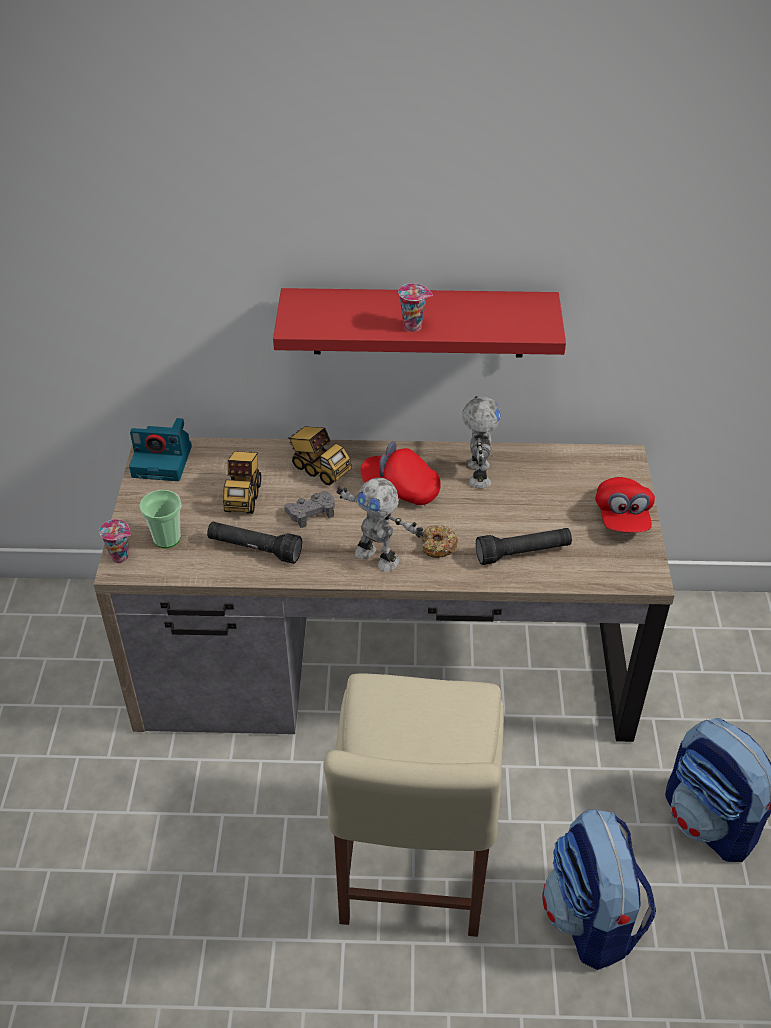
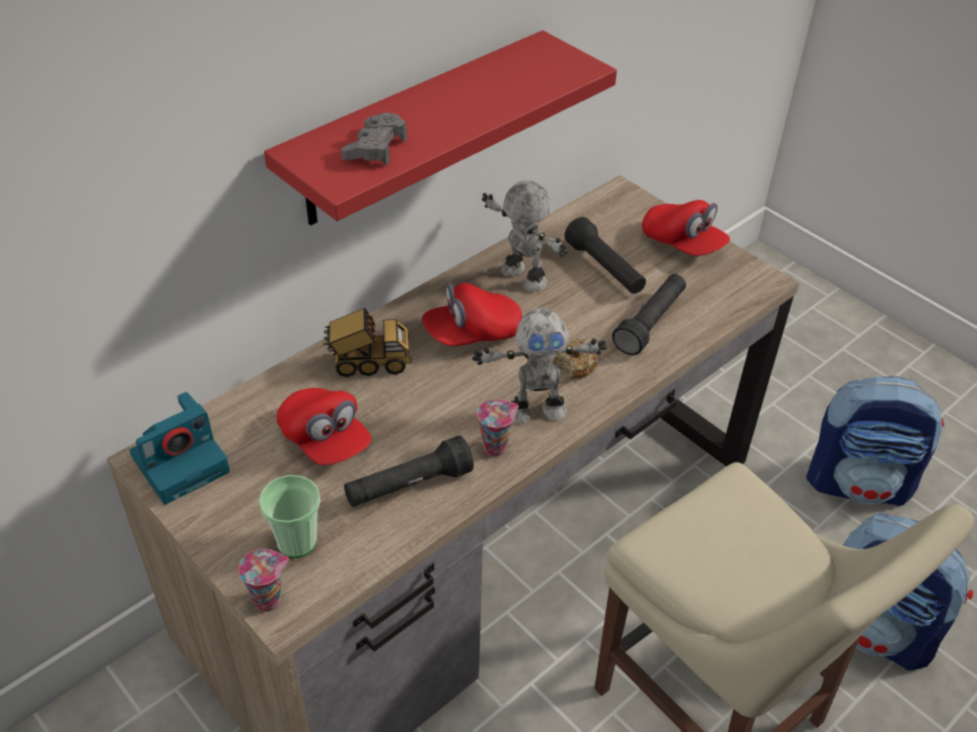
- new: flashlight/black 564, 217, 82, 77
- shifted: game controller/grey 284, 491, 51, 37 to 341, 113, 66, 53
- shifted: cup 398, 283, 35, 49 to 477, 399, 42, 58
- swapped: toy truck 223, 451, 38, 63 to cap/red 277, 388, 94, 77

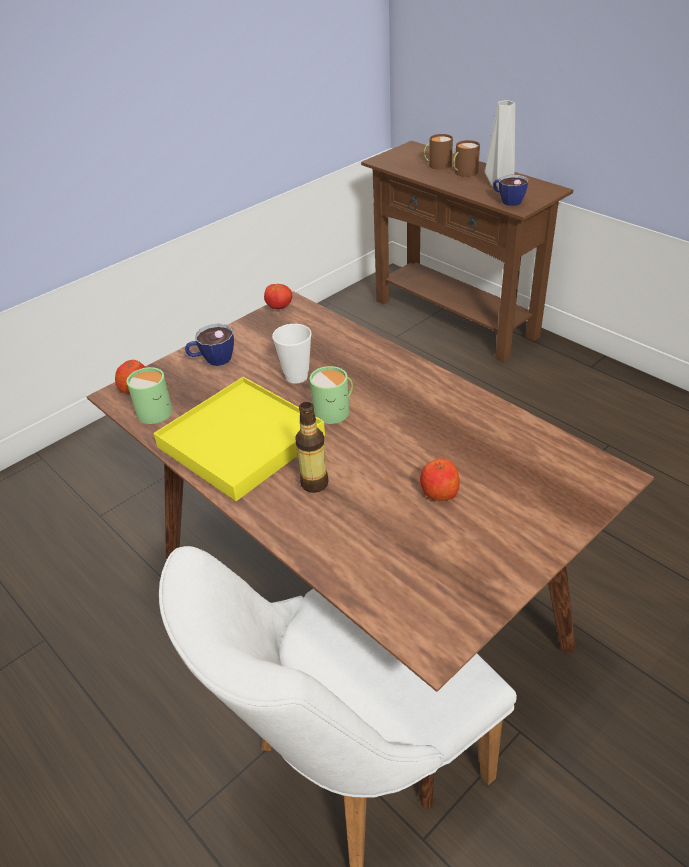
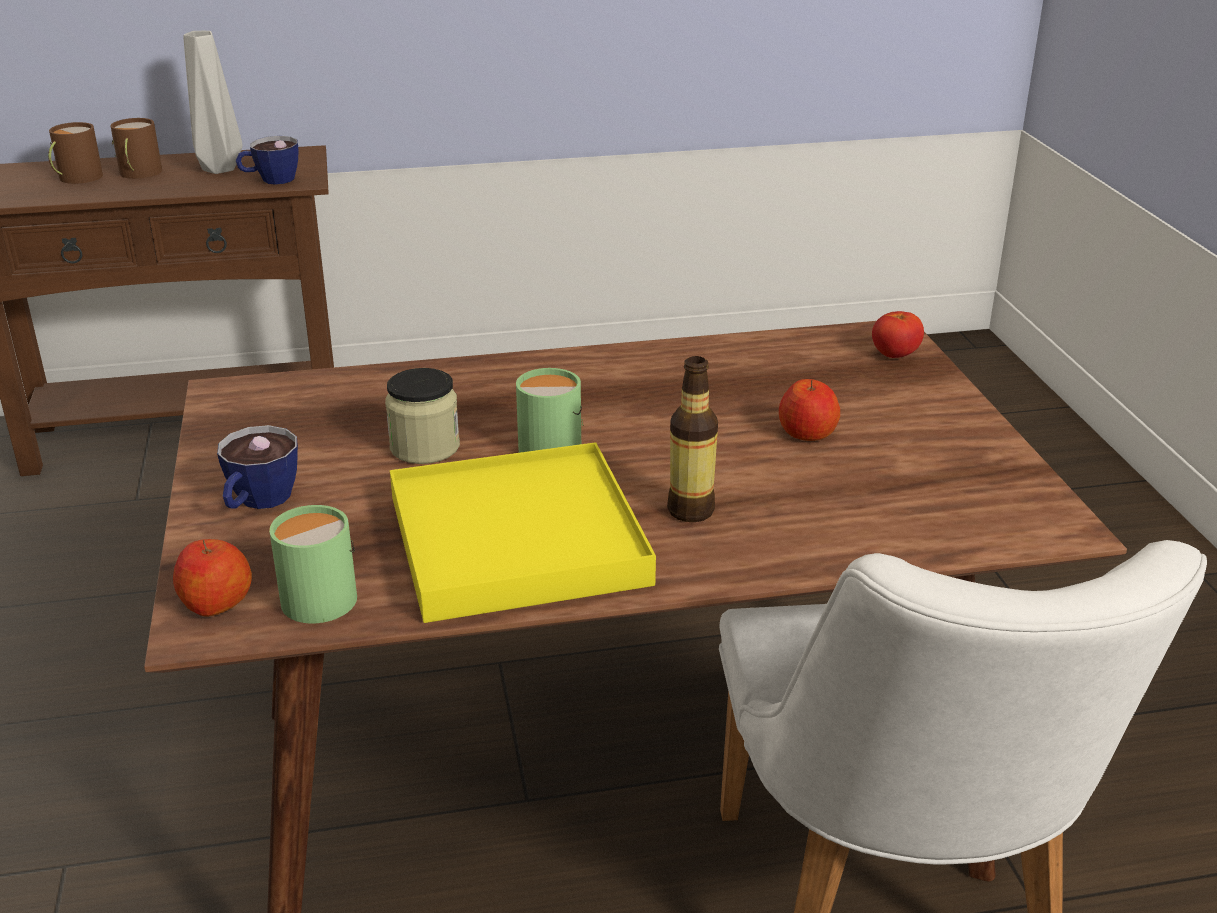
- shifted: tomato 264, 284, 28, 25 to 872, 311, 52, 47
- swapped: cup 272, 324, 40, 60 to jar 385, 368, 75, 96

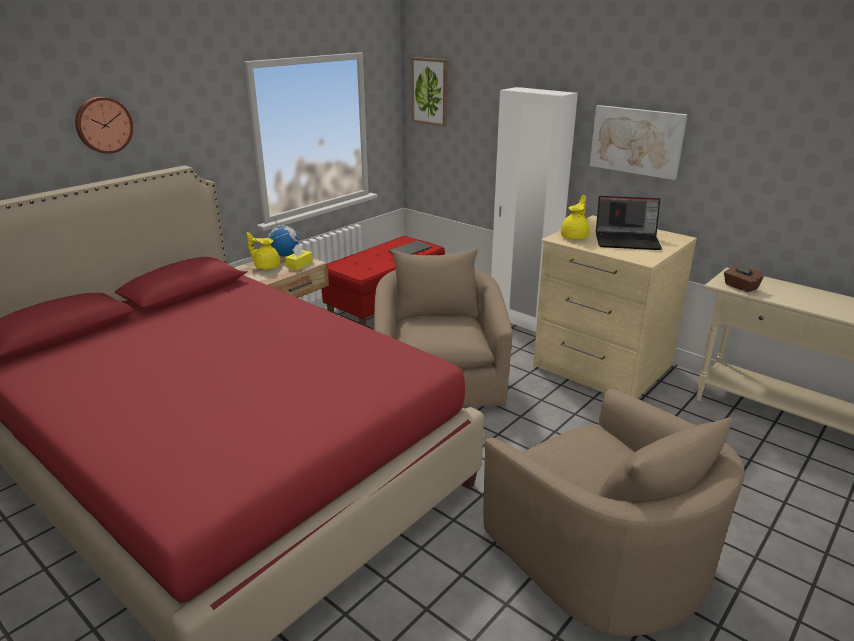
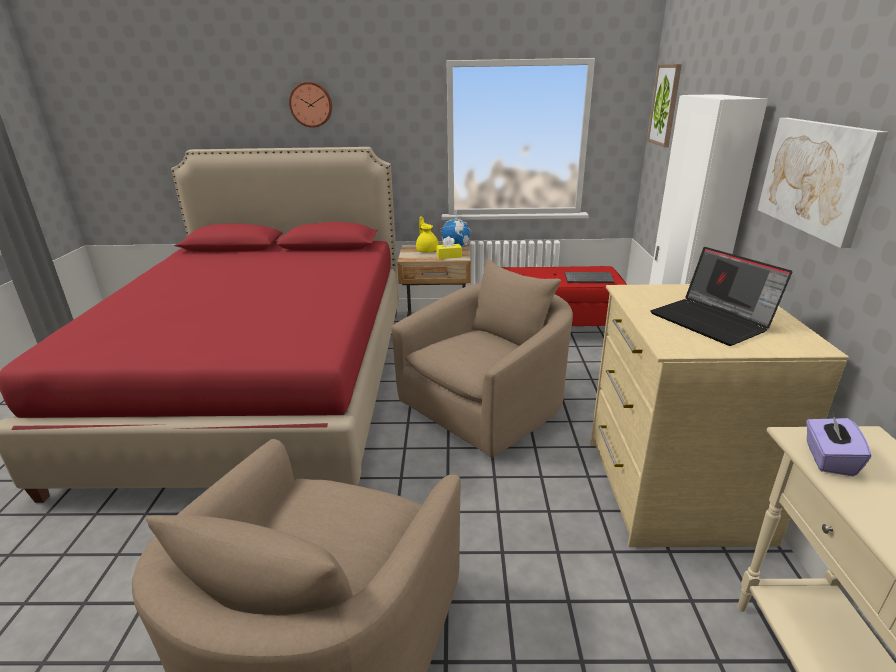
- gone: teapot/yellow 561, 195, 29, 44
- repainted: tissue box/brown 724, 263, 40, 29 to tissue box/purple 806, 414, 65, 62

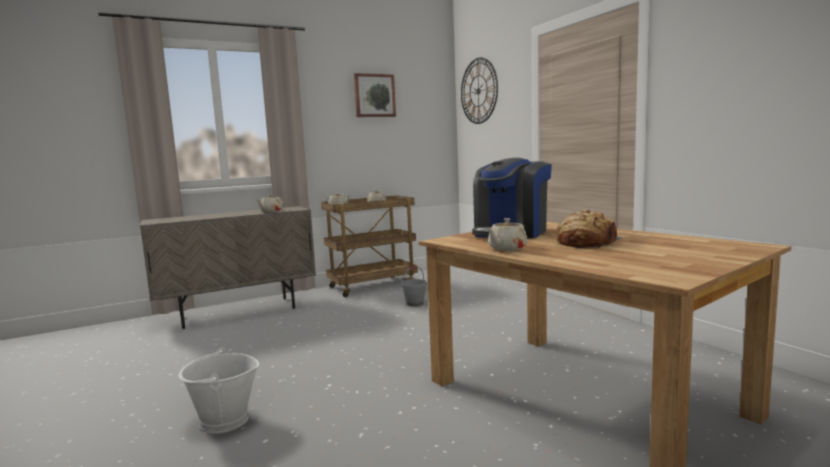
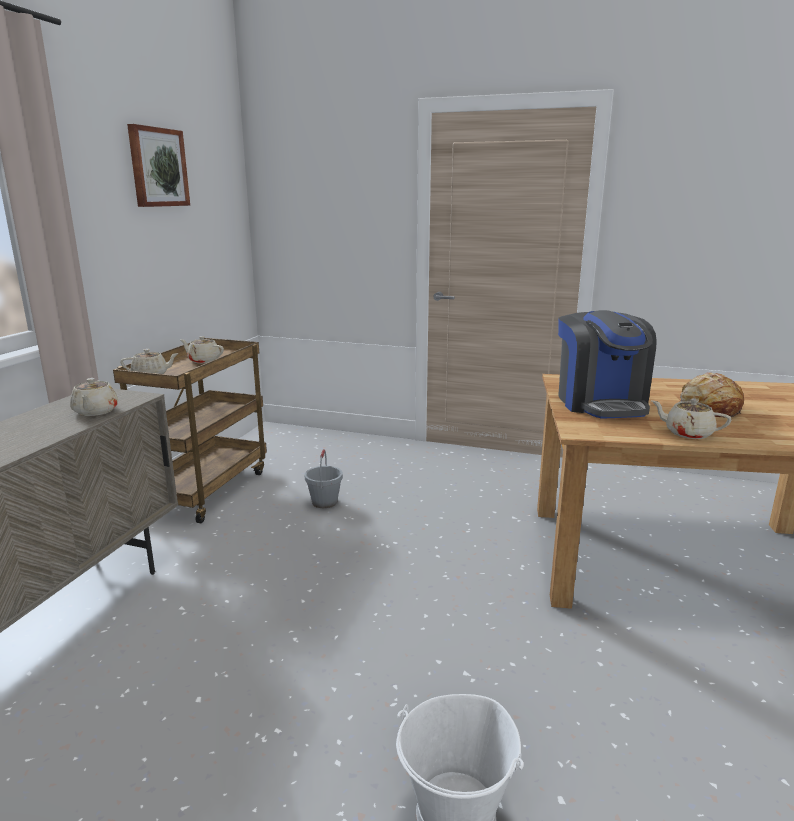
- gone: wall clock 461, 57, 37, 67
- rotated: teapot/beige 487, 218, 41, 33 = 652, 399, 79, 40 120 degrees clockwise

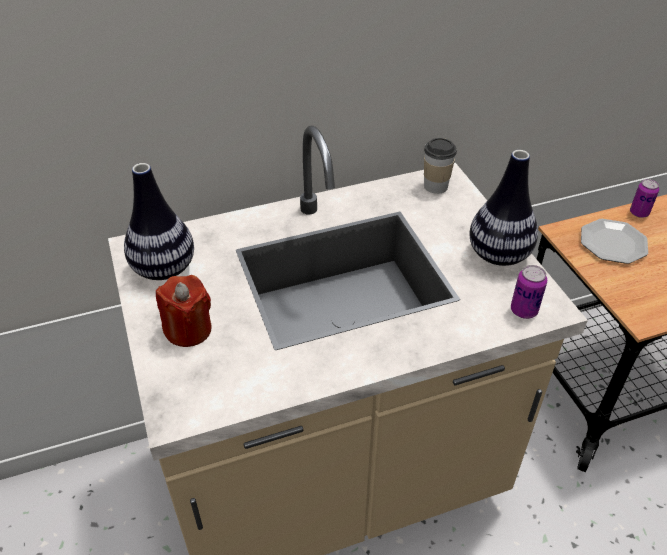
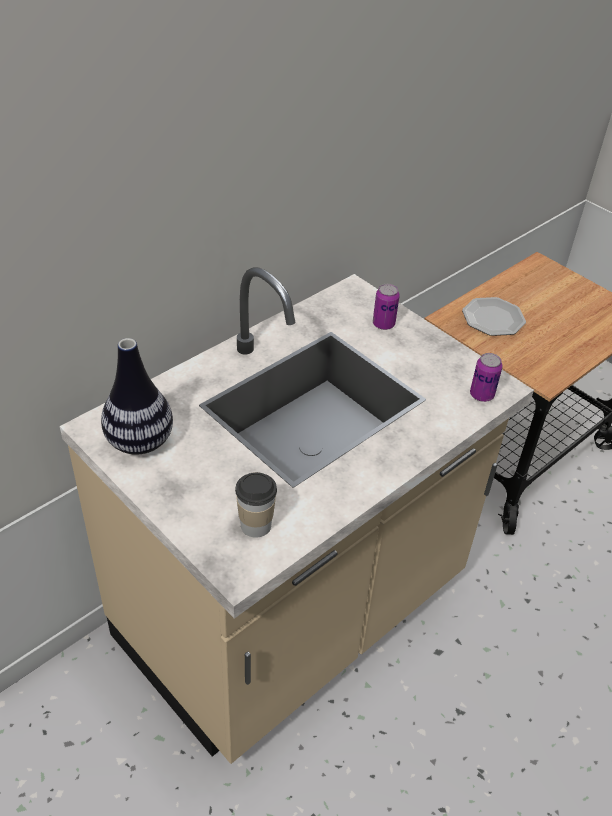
- gone: candle/red 156, 275, 55, 72
- gone: vase 469, 150, 69, 116
- shifted: cup 424, 138, 33, 56 to 235, 472, 42, 66
- shifted: can 630, 179, 29, 39 to 373, 284, 27, 46

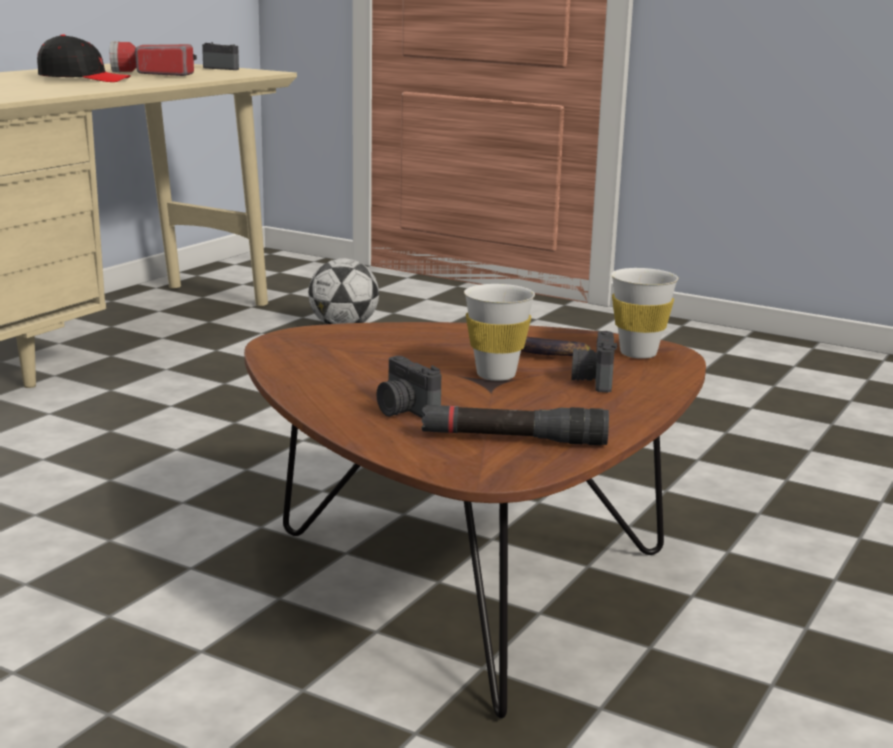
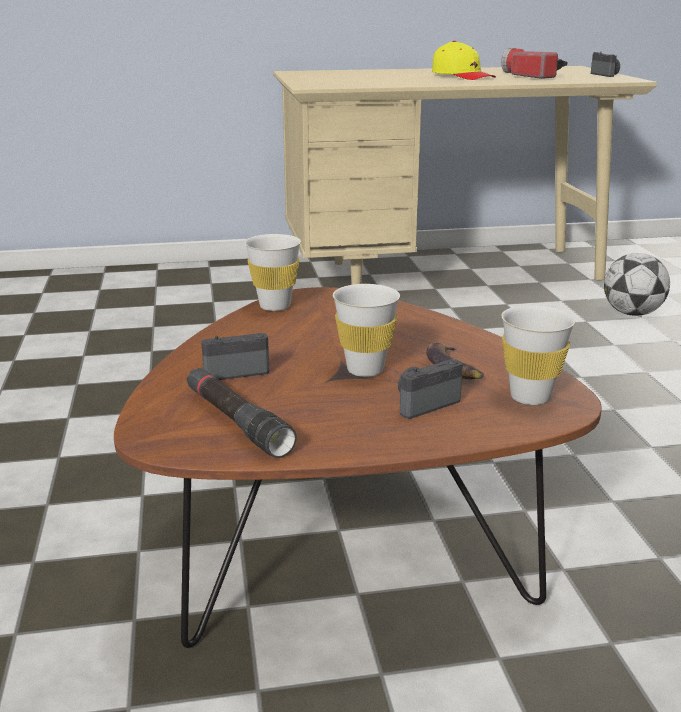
- new: cup/white 245, 234, 56, 77
- repainted: cap/black 37, 34, 94, 48 to cap/yellow 432, 41, 64, 39
- rotated: photo camera 376, 356, 66, 62 = 201, 333, 68, 47 60 degrees clockwise

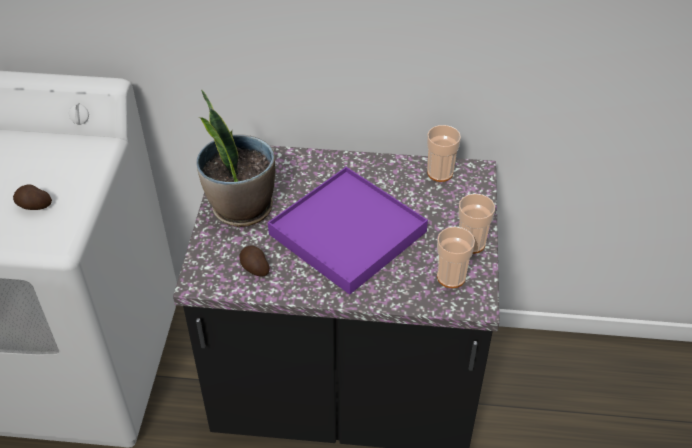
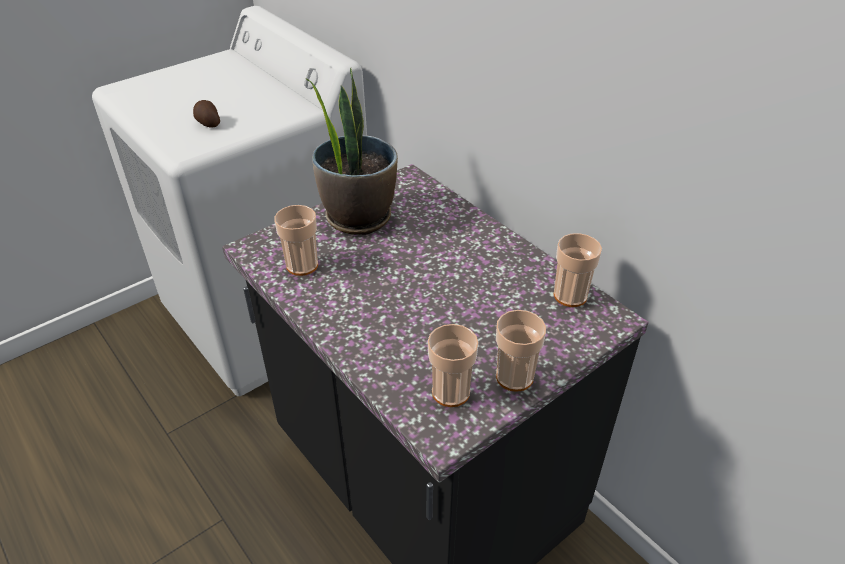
- gone: tray/purple 268, 167, 160, 128
- swapped: potato 239, 245, 31, 32 to cup 274, 205, 44, 71

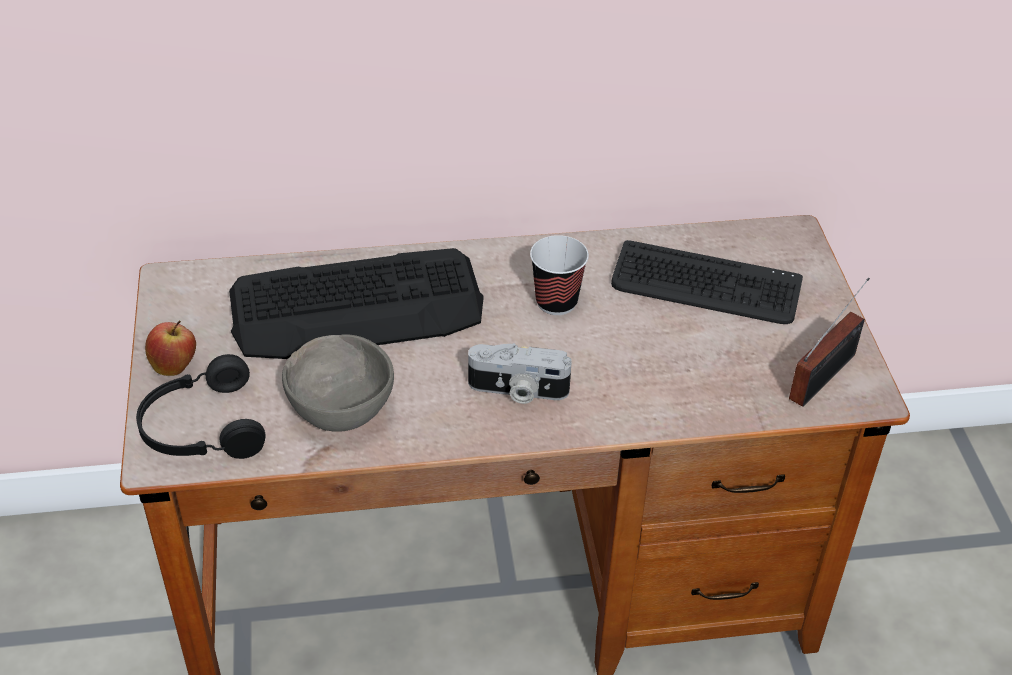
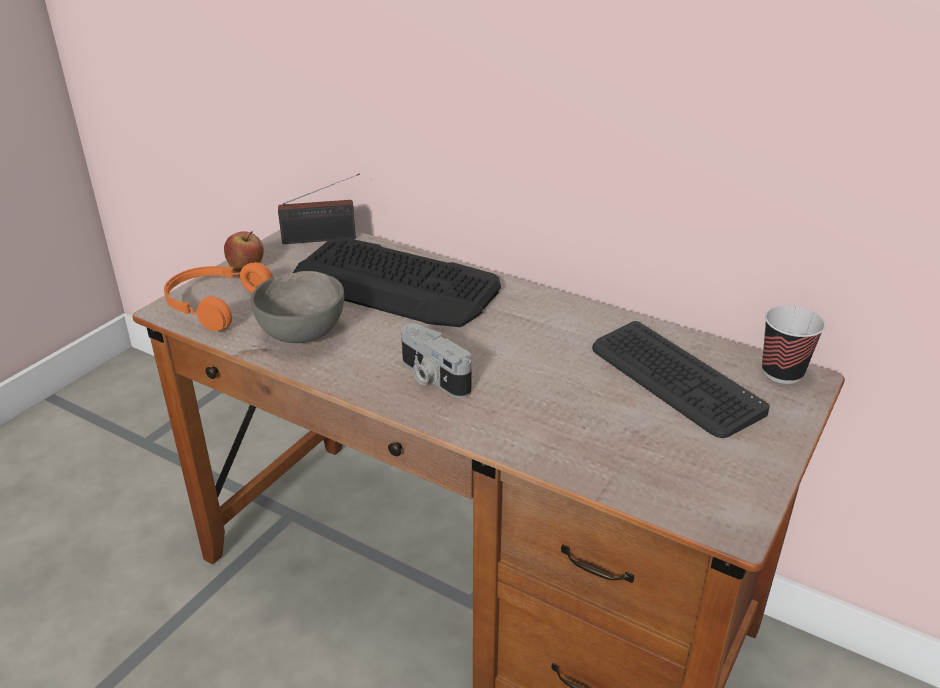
- shifted: cup 530, 235, 59, 80 to 762, 305, 63, 79
- shifted: radio 789, 277, 81, 130 to 278, 174, 82, 70
- repainted: headphones/black 136, 354, 129, 105 to headphones/orange 164, 262, 109, 69

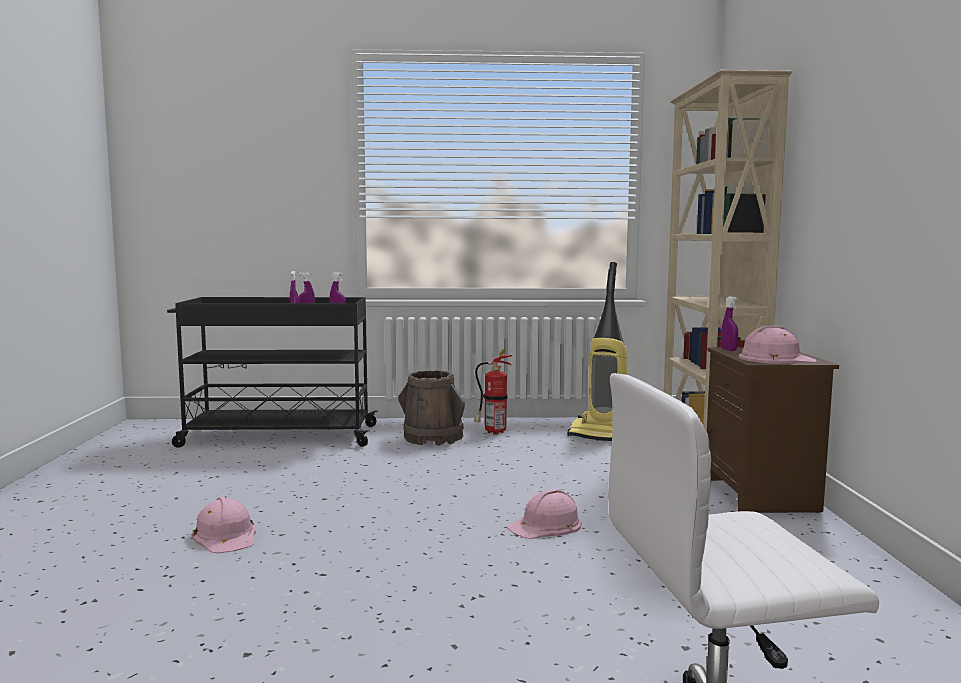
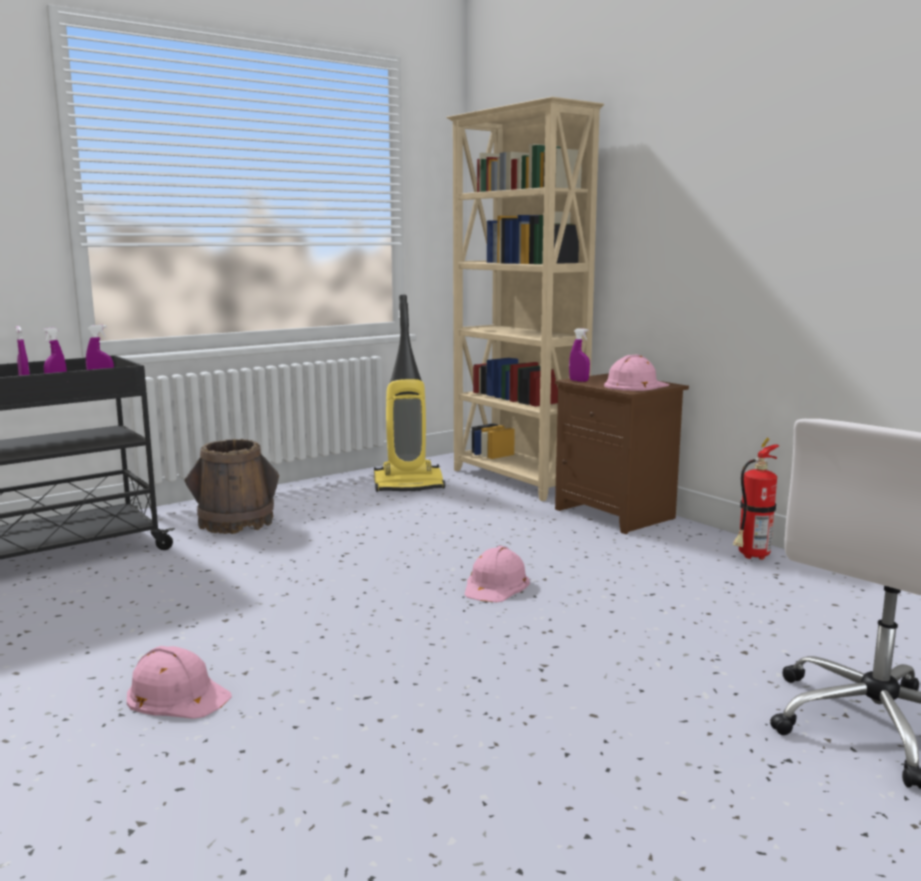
- shifted: fire extinguisher 474, 349, 39, 86 to 733, 438, 46, 122

